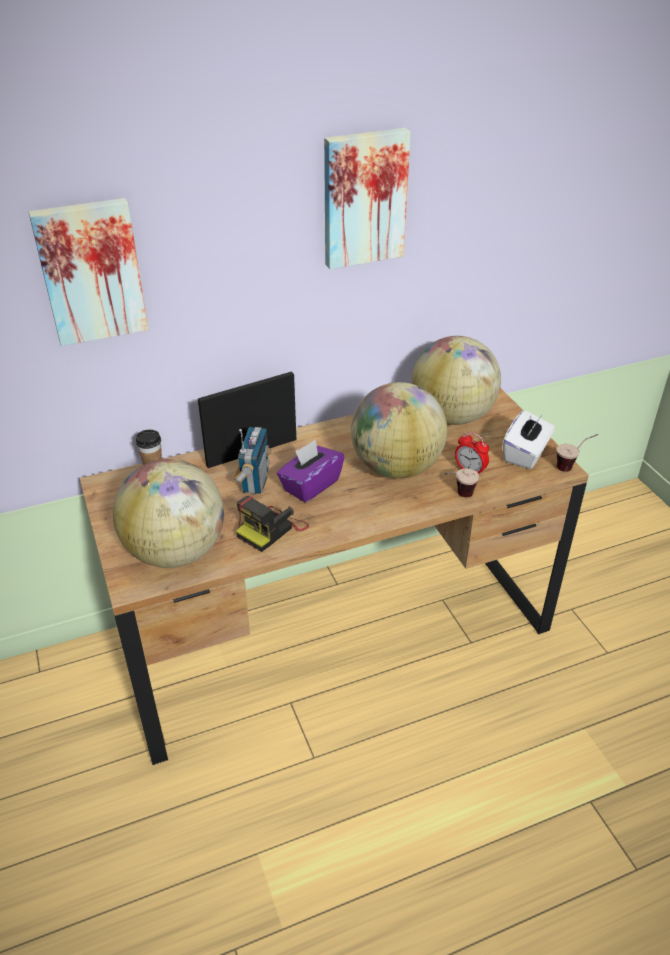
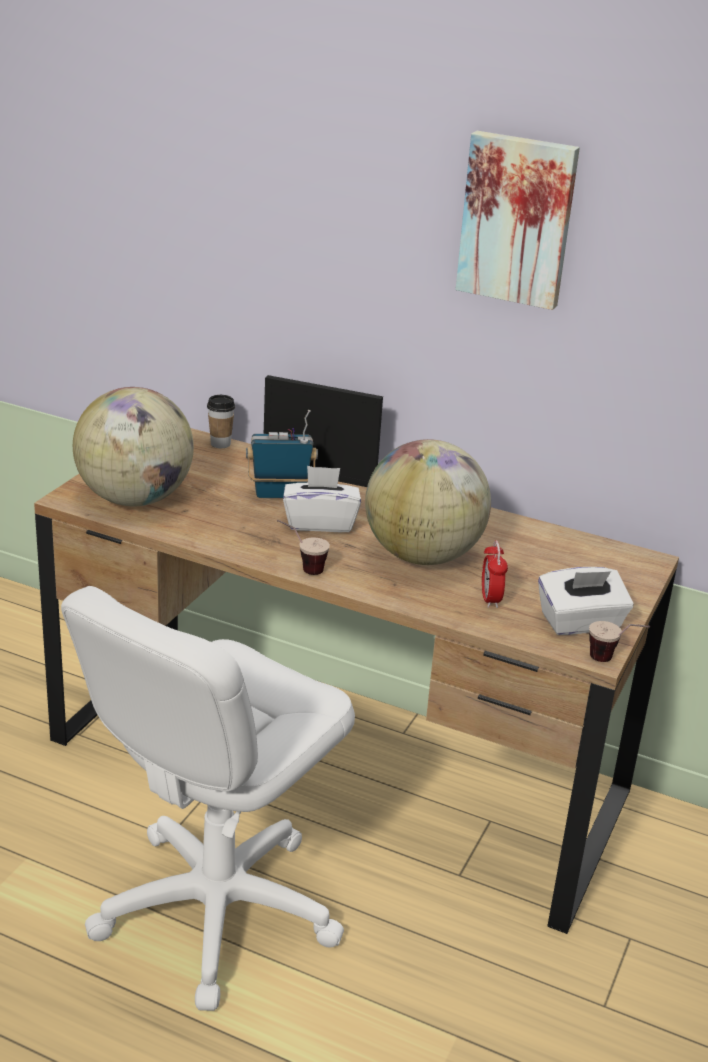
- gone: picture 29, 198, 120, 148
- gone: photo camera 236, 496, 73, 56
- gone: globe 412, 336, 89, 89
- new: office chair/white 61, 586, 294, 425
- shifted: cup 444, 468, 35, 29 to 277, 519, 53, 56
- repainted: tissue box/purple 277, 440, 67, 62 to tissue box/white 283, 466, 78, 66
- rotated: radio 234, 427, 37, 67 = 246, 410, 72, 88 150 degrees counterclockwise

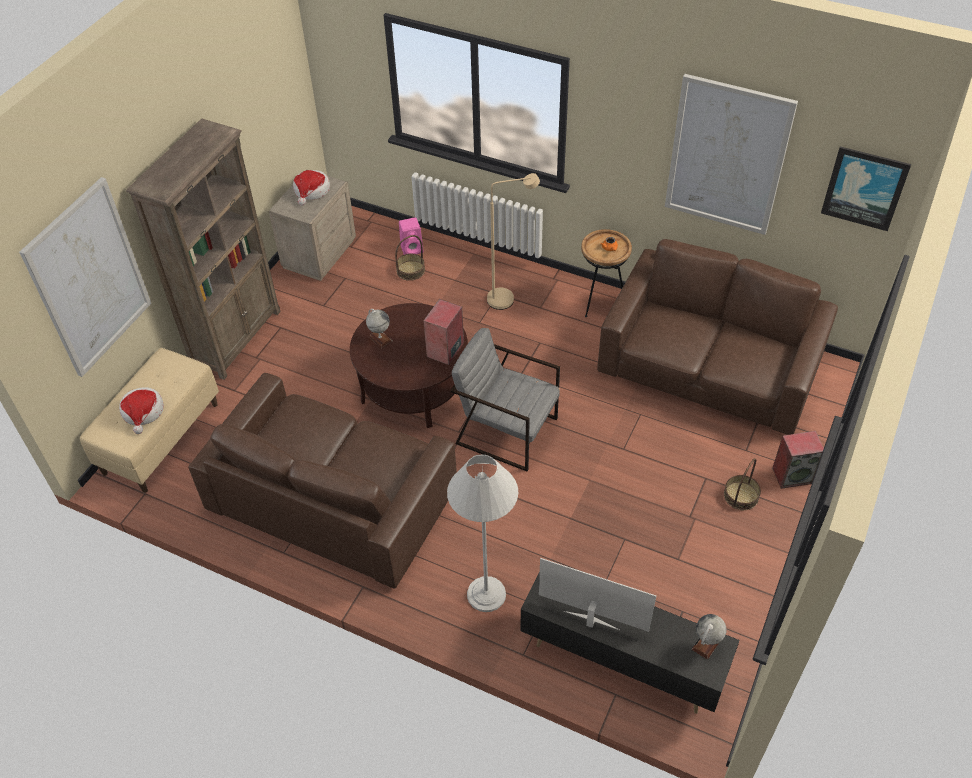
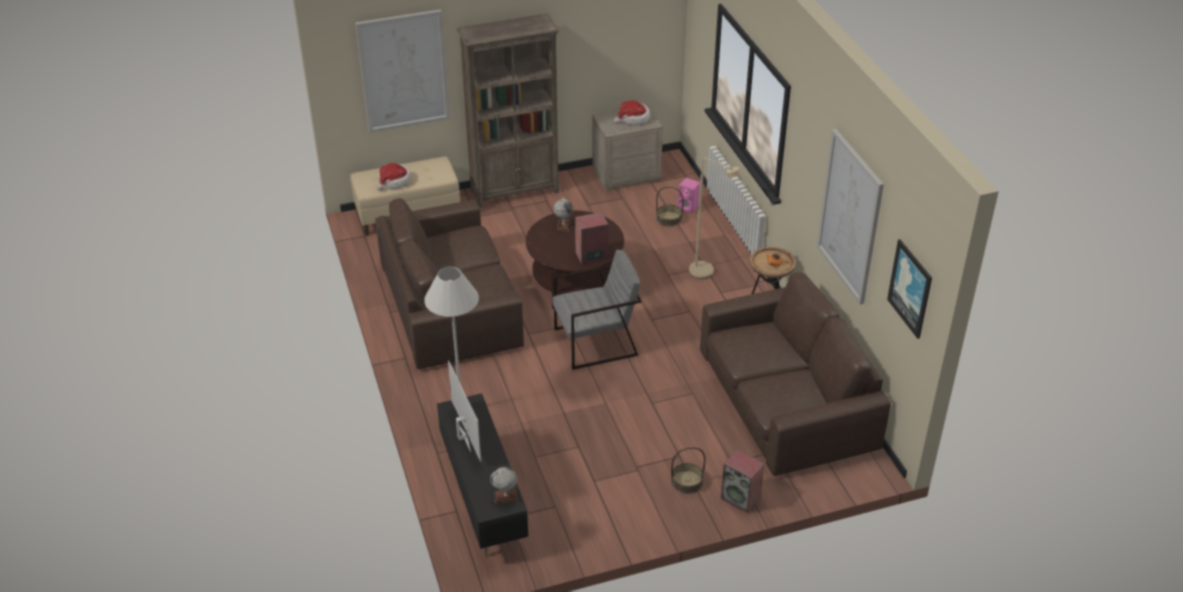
- rotated: armchair/grey 450, 328, 110, 143 = 553, 250, 89, 120 90 degrees clockwise

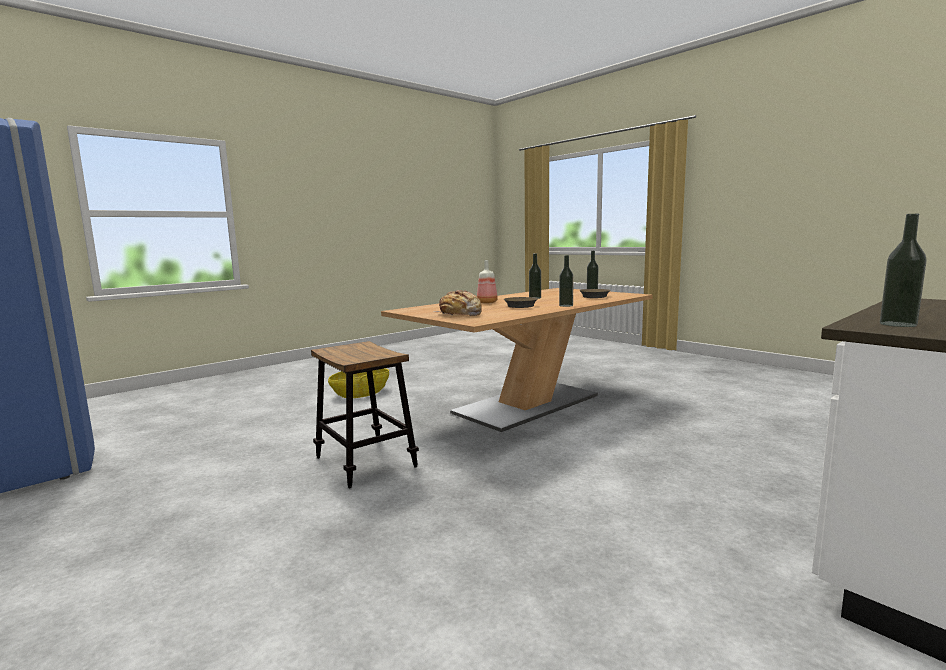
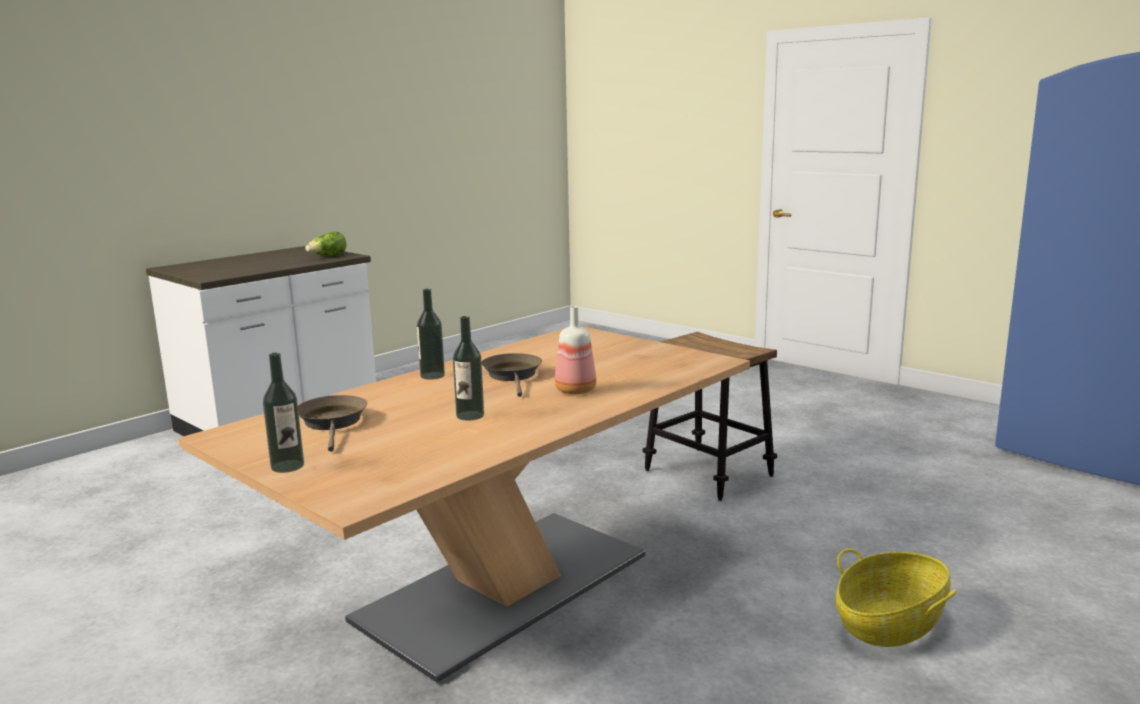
- gone: bread 434, 290, 48, 26
- swapped: bottle 880, 214, 47, 113 to lettuce 305, 231, 42, 25

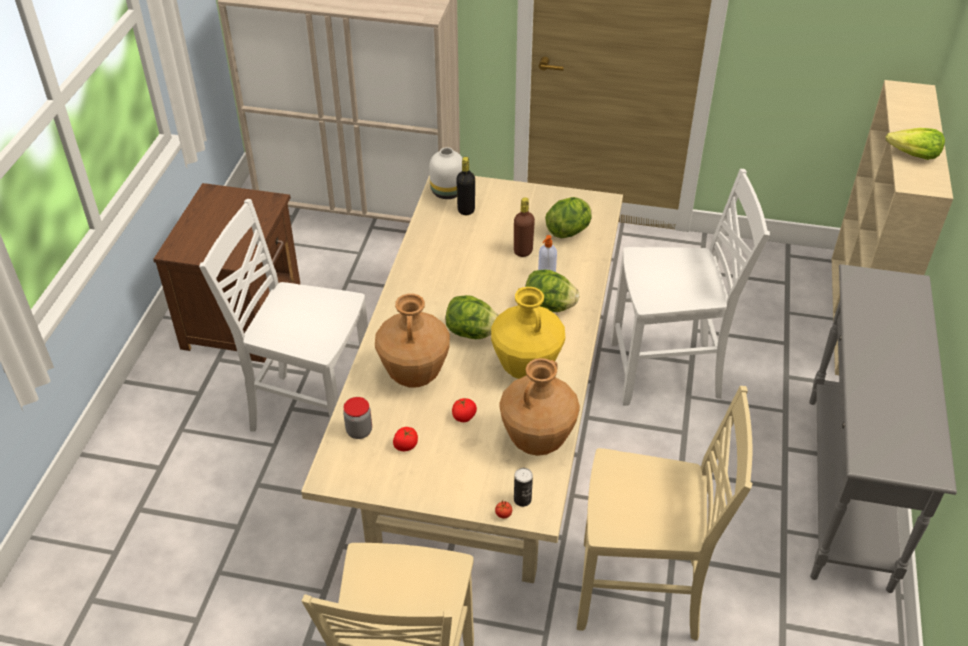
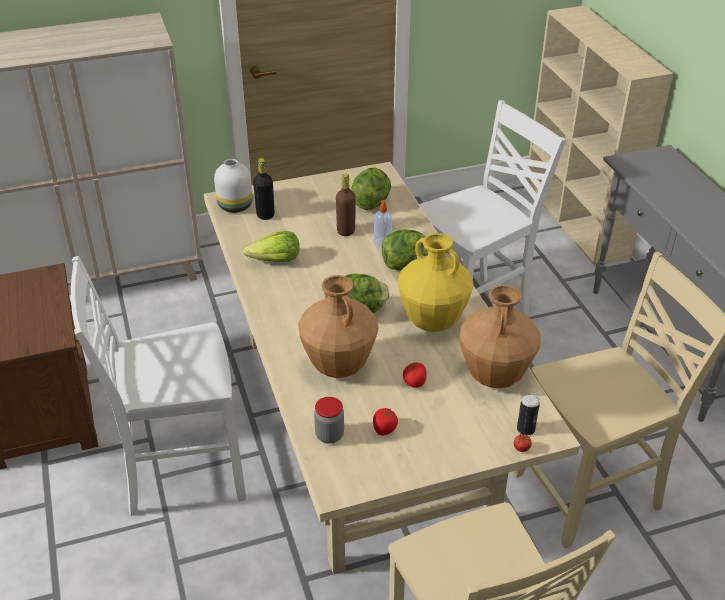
- shifted: lettuce 886, 128, 59, 32 to 243, 231, 56, 31

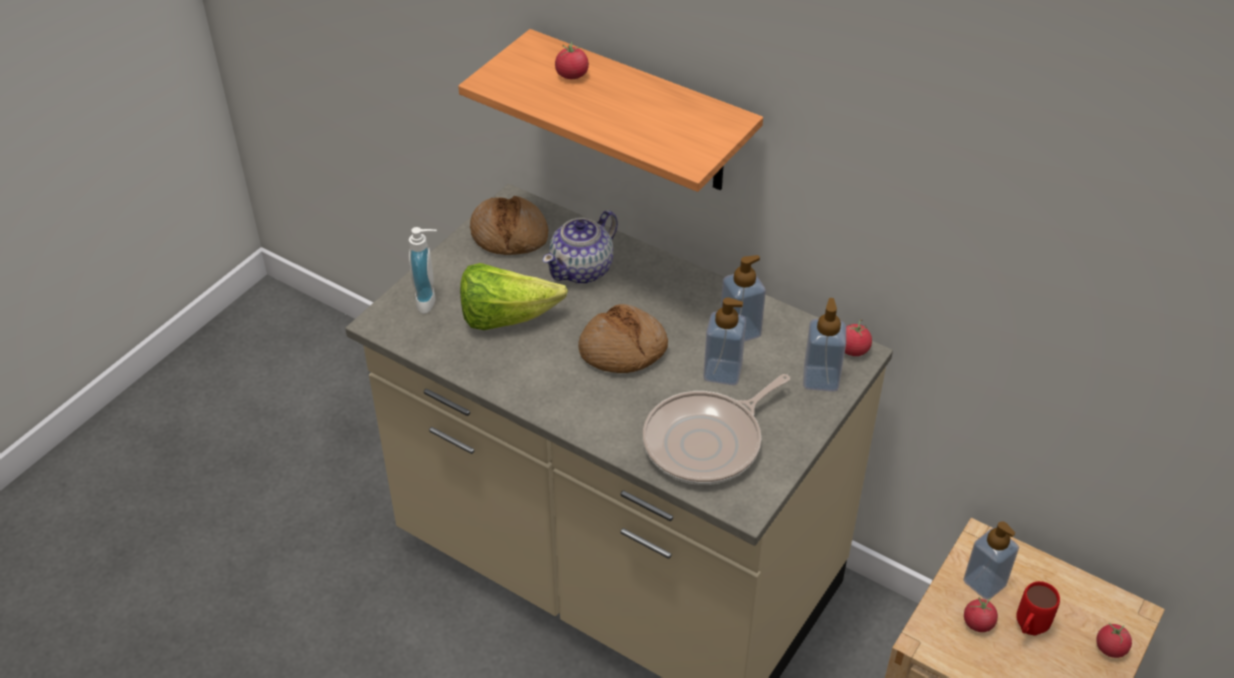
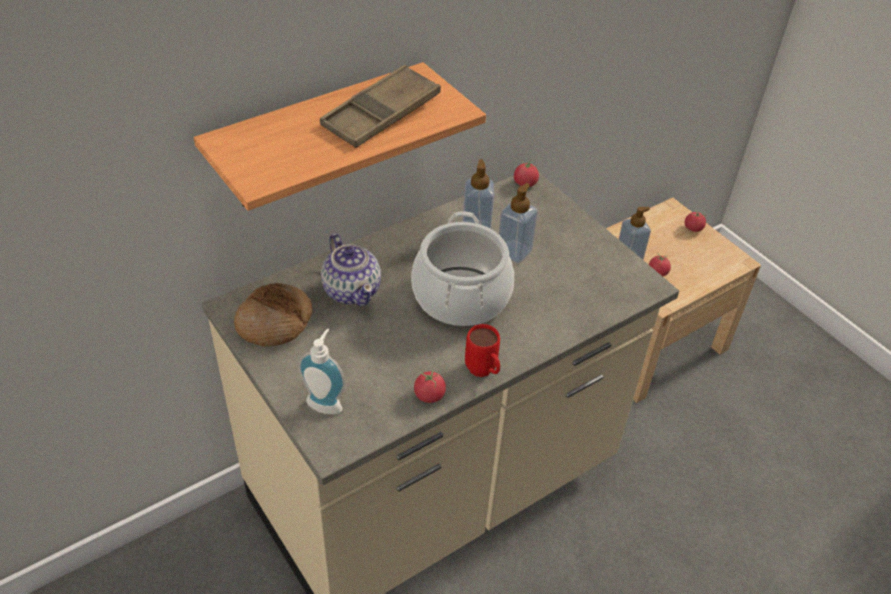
- gone: lettuce 460, 263, 108, 67
- gone: frying pan 643, 374, 147, 111
- gone: soap dispenser 803, 298, 43, 94
- new: tray/brown 320, 65, 121, 83
- shifted: tomato 555, 42, 34, 37 to 414, 370, 32, 33
- shifted: mug/red 1016, 581, 44, 54 to 465, 324, 35, 53
- swapped: bread 578, 304, 90, 69 to cooking pot 411, 211, 103, 115

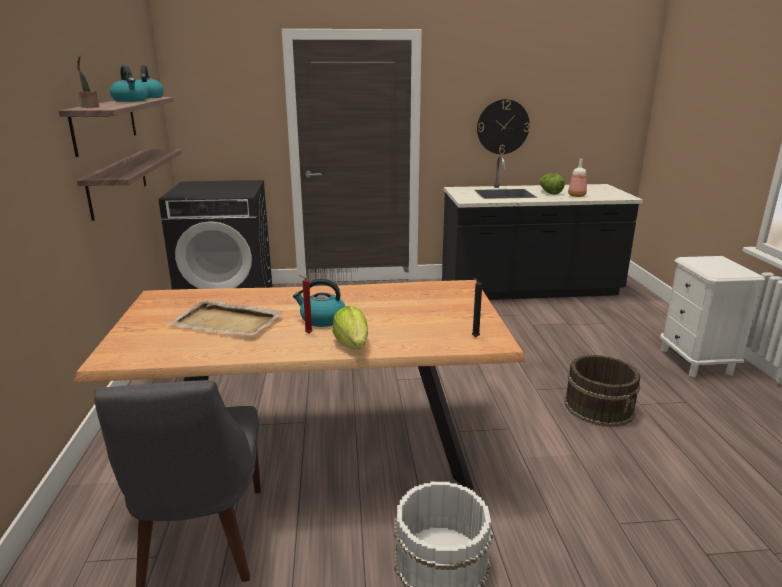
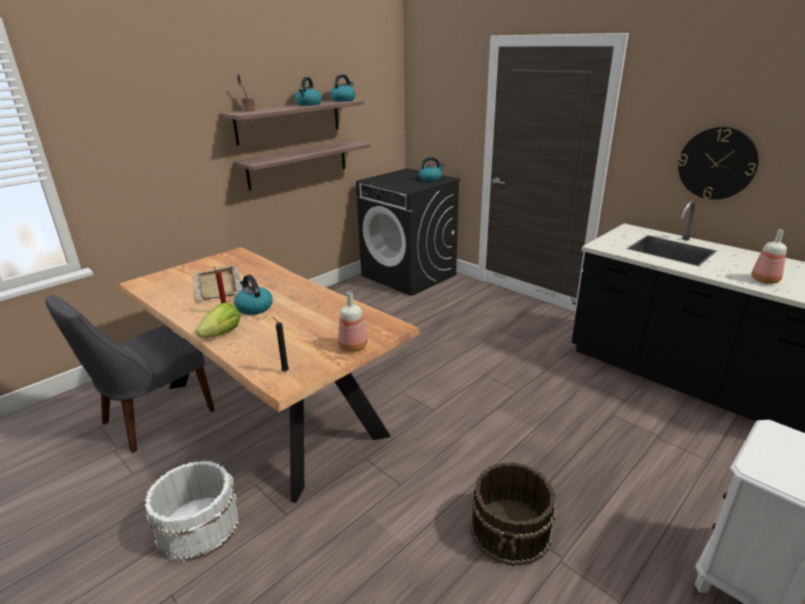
- gone: lettuce 539, 173, 26, 21
- new: bottle 338, 292, 30, 60
- new: kettle 419, 157, 25, 25

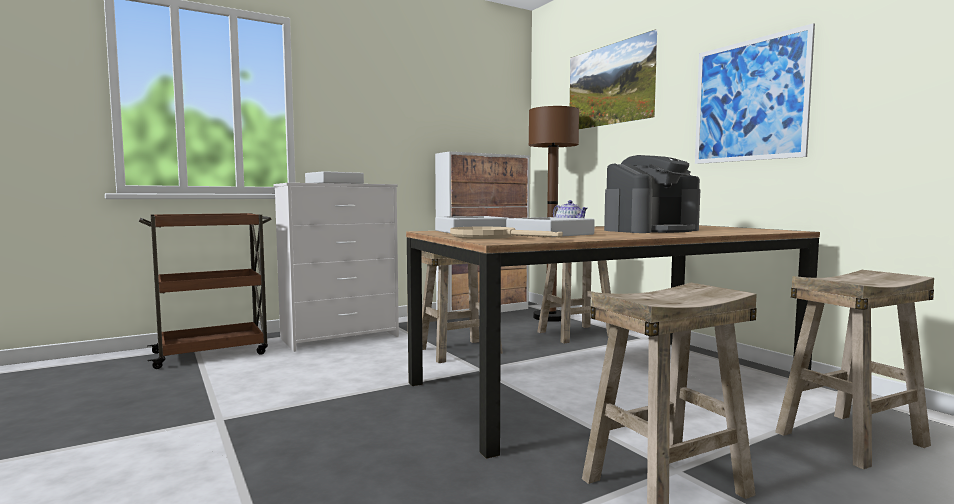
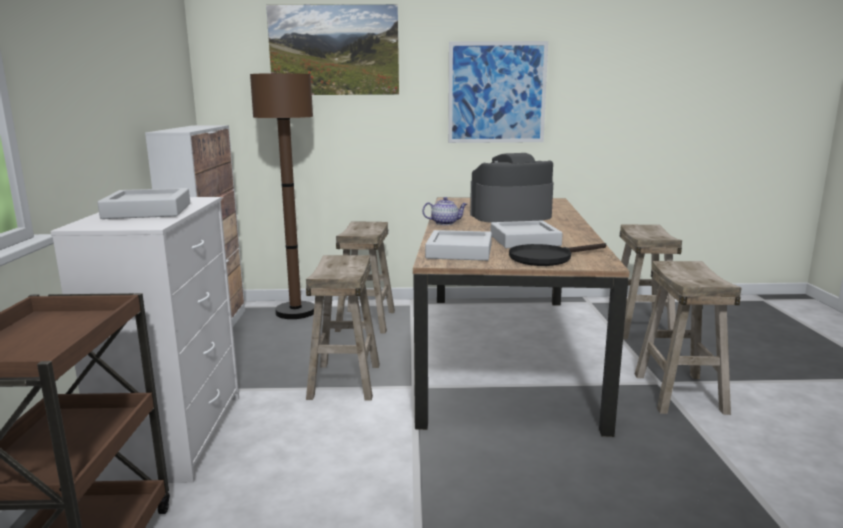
- repainted: frying pan/beige 450, 227, 113, 12 to frying pan/black 509, 243, 97, 23
- rotated: coffee machine 604, 155, 96, 78 = 470, 153, 84, 70 105 degrees counterclockwise

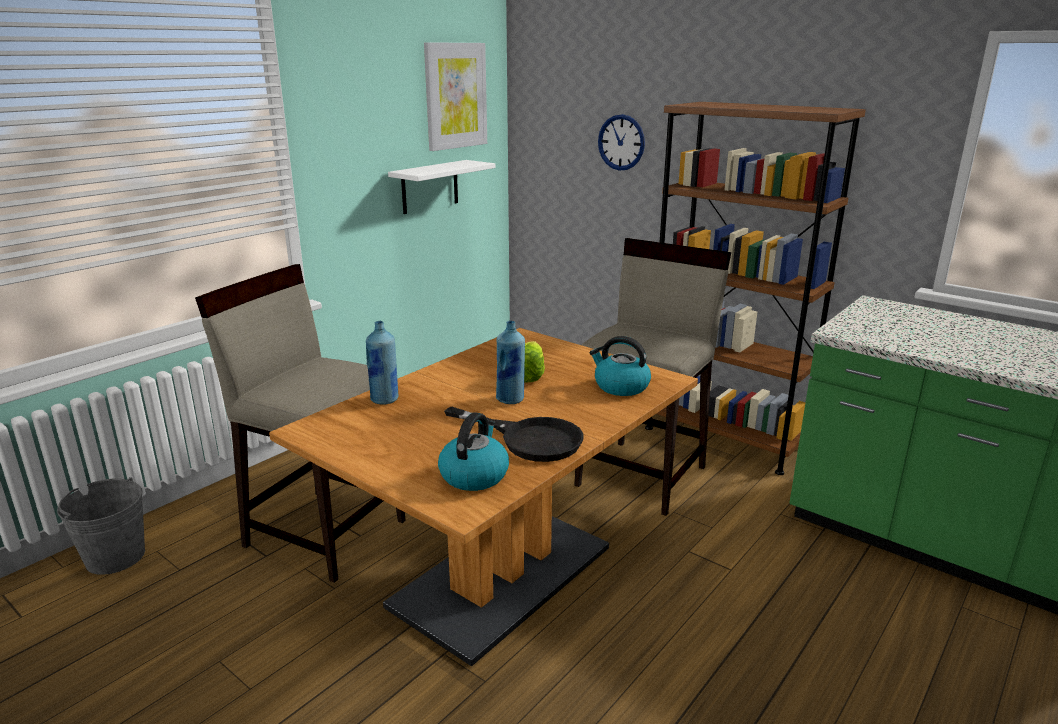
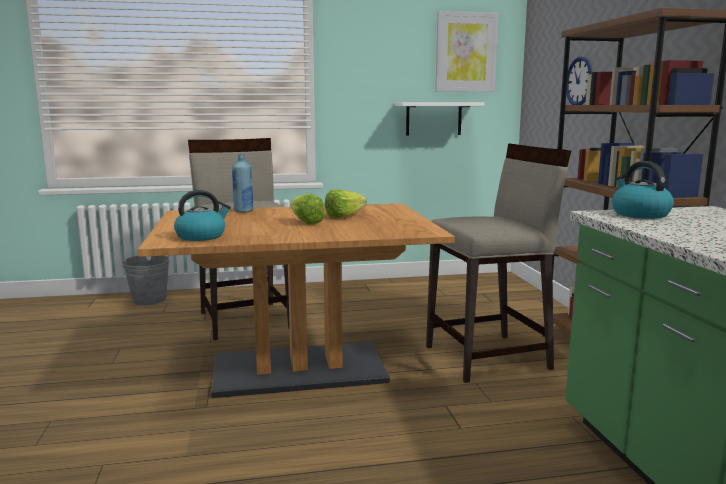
- gone: frying pan/black 444, 406, 139, 56
- shifted: kettle 589, 336, 62, 60 to 612, 161, 62, 58
- swapped: bottle/blue 496, 321, 29, 83 to lettuce 290, 194, 35, 31

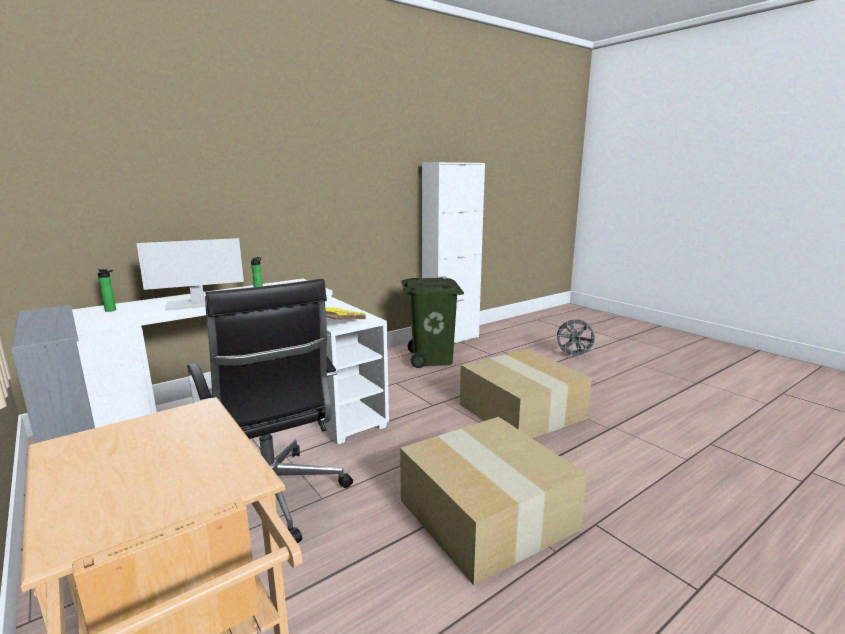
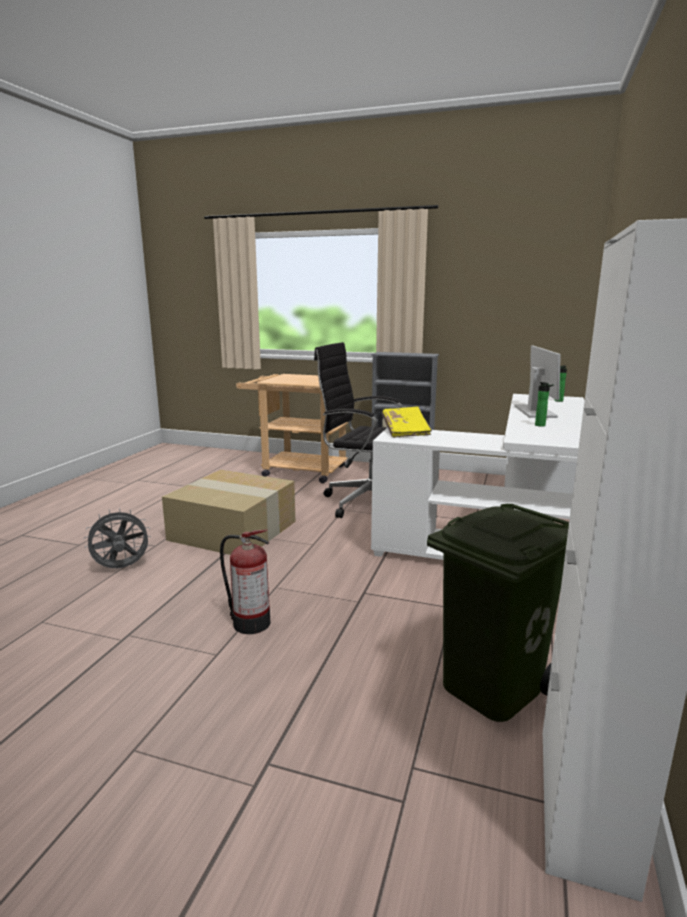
- shifted: fan/grey 555, 319, 43, 39 to 83, 508, 68, 60
- swapped: cardboard box 460, 349, 132, 90 to fire extinguisher 220, 529, 50, 105
- rotated: monitor 137, 238, 107, 73 = 514, 345, 47, 73 150 degrees clockwise

